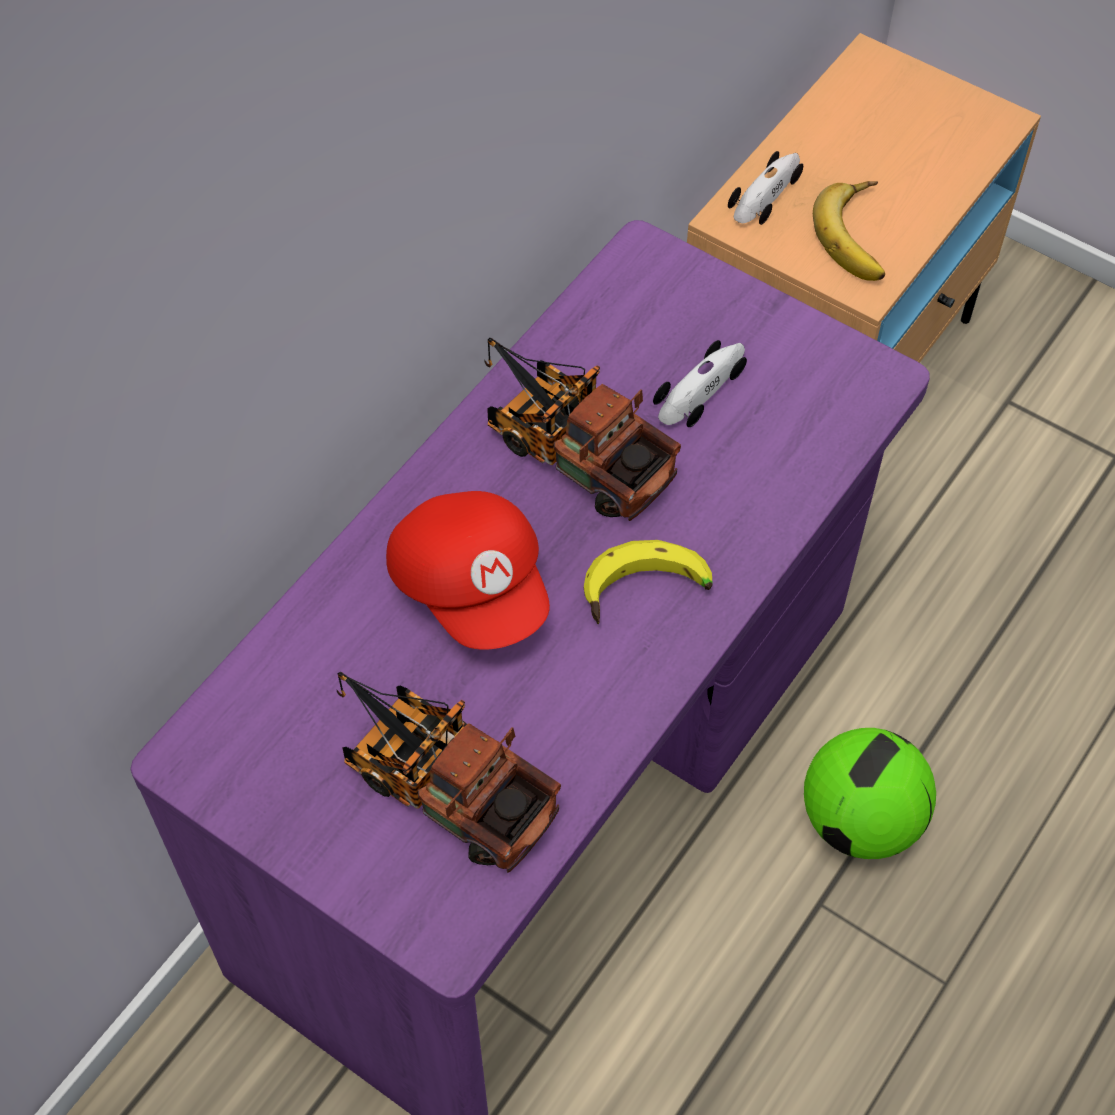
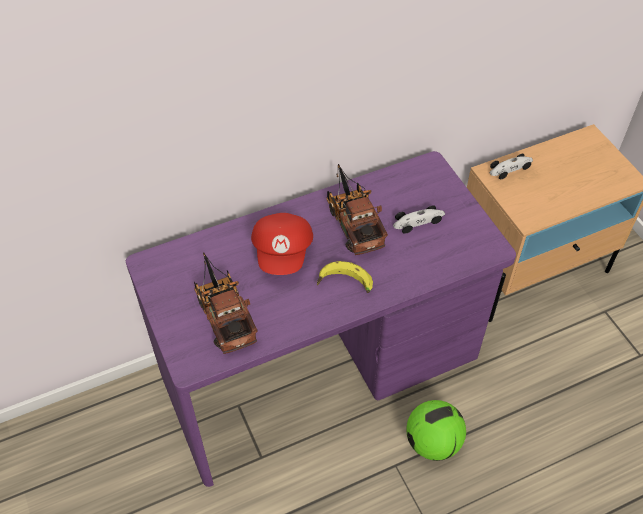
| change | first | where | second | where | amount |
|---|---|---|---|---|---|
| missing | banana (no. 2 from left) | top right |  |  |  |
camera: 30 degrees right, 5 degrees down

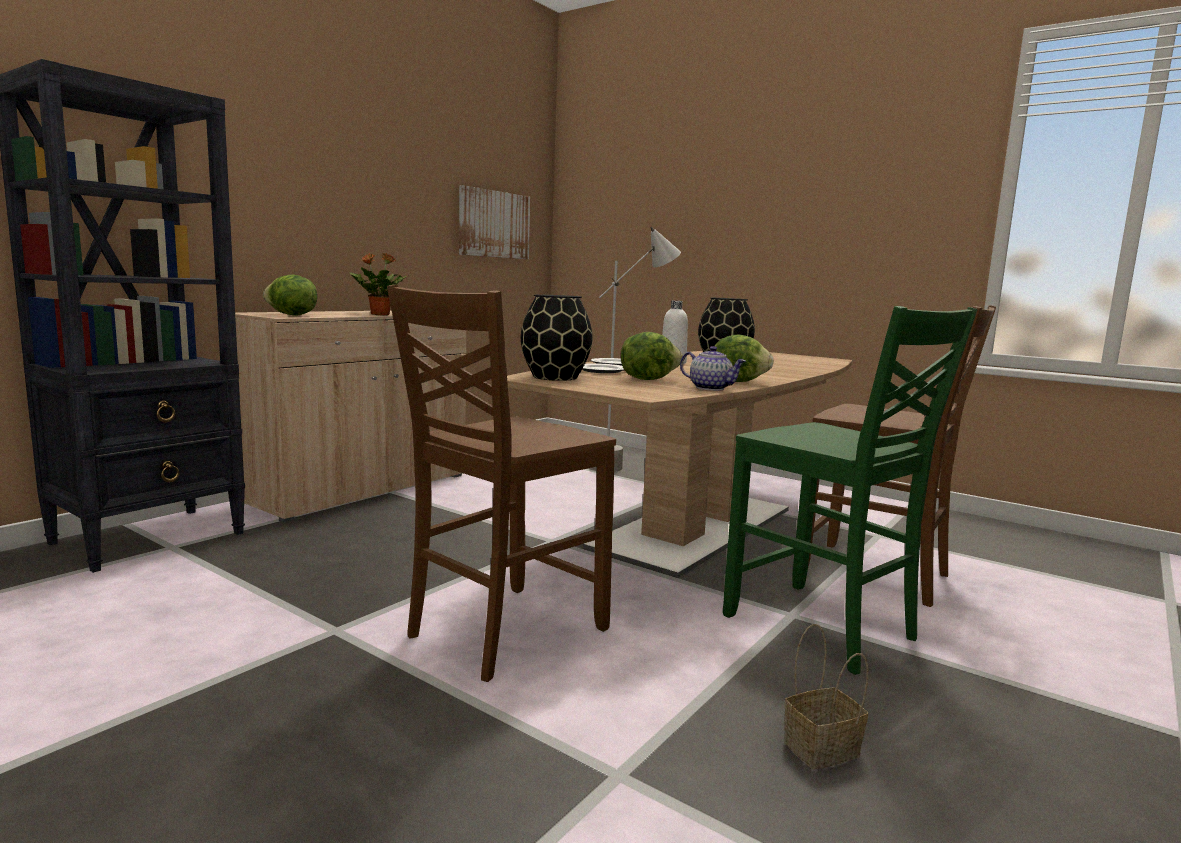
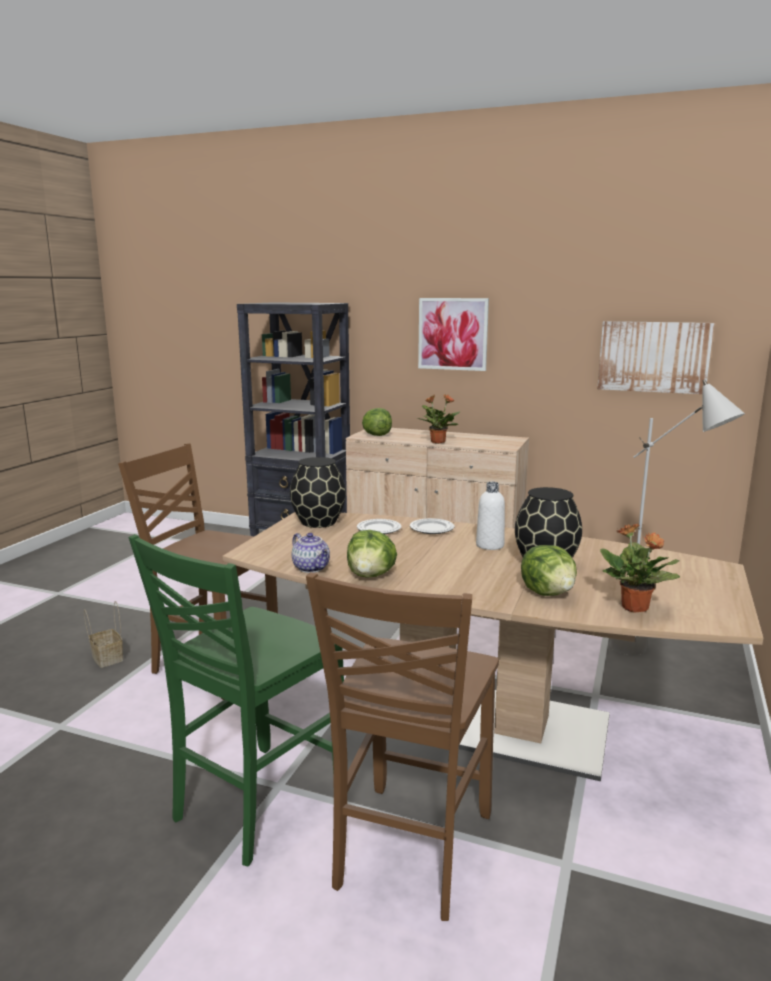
| change | first | where | second | where | amount |
|---|---|---|---|---|---|
| relocated | basket | bottom right |  | middle left |  |
| spun | teapot | centre |  | centre | 60 degrees counterclockwise |
| appeared |  |  | picture (no. 1 from left) | centre |  |
| relocated | lettuce (no. 2 from left in the first image) | centre | lettuce (no. 3 from left) | middle right |  |
| appeared |  |  | potted plant (no. 2 from left) | middle right |  |
camera: 75 degrees right, 5 degrees up

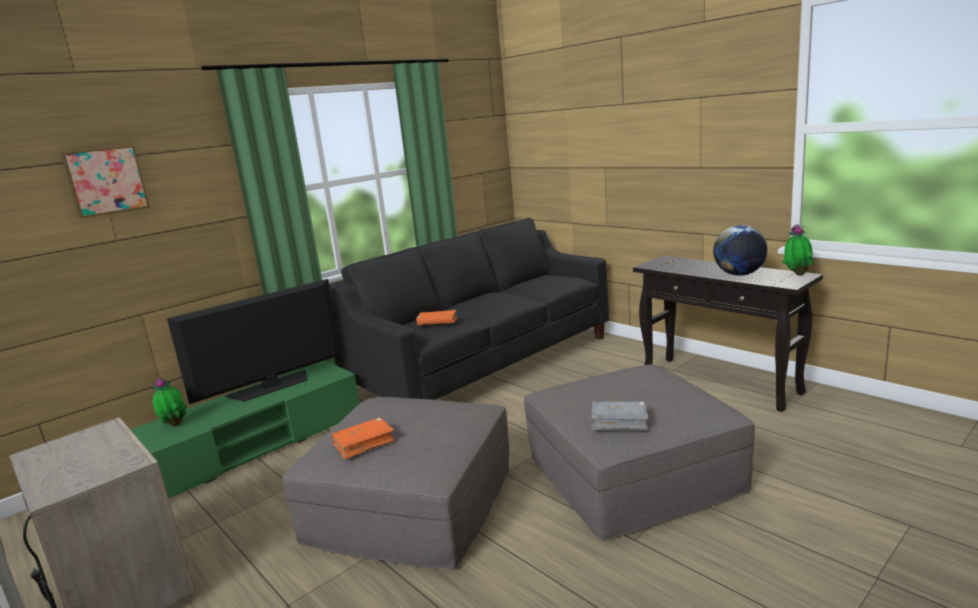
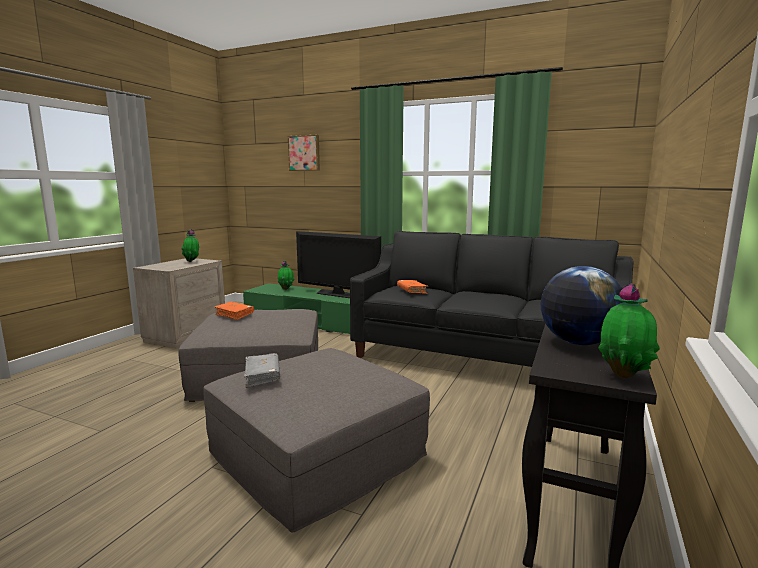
| change | first | where | second | where | amount |
|---|---|---|---|---|---|
| appeared |  |  | potted plant (no. 1 from left) | middle left |  |
camera: 65 degrees right, 5 degrees down

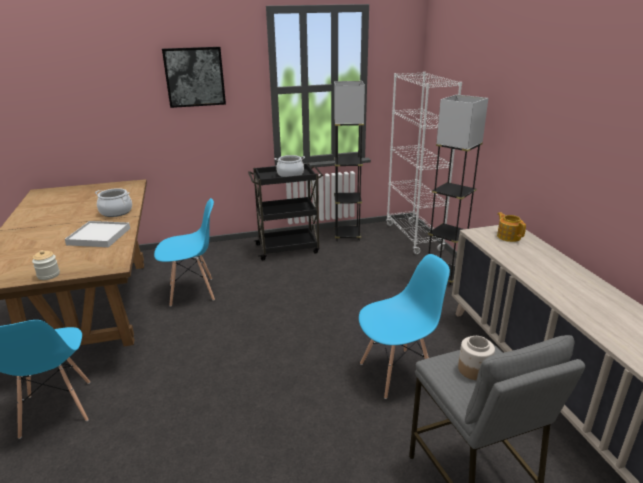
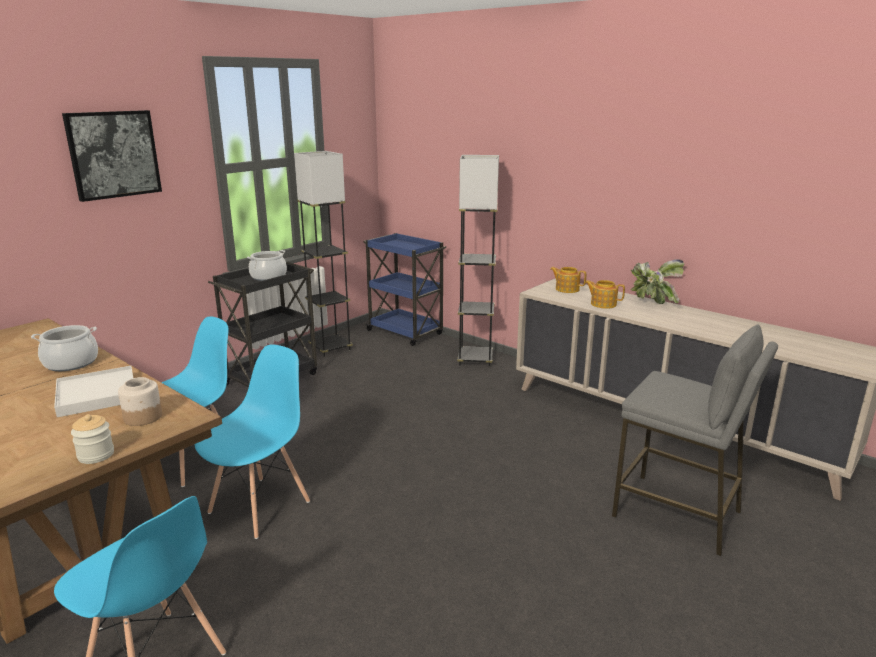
| change | first | where | second | where | amount |
|---|---|---|---|---|---|
| relocated | jar (no. 2 from left) | bottom right |  | middle left |  |
| relocated | blue chair (no. 3 from left) | bottom centre |  | bottom left |  |
| exchanged | white bookcase | centre | blue cart | centre |  |
| appeared |  |  | teapot (no. 2 from left) | middle right |  |
| appeared |  |  | potted plant | middle right |  |
camera: 35 degrees left, 5 degrees down

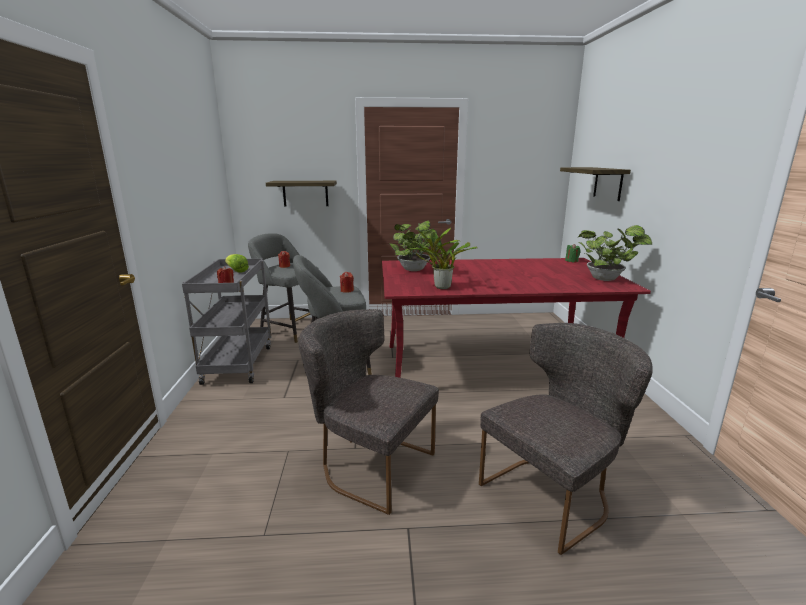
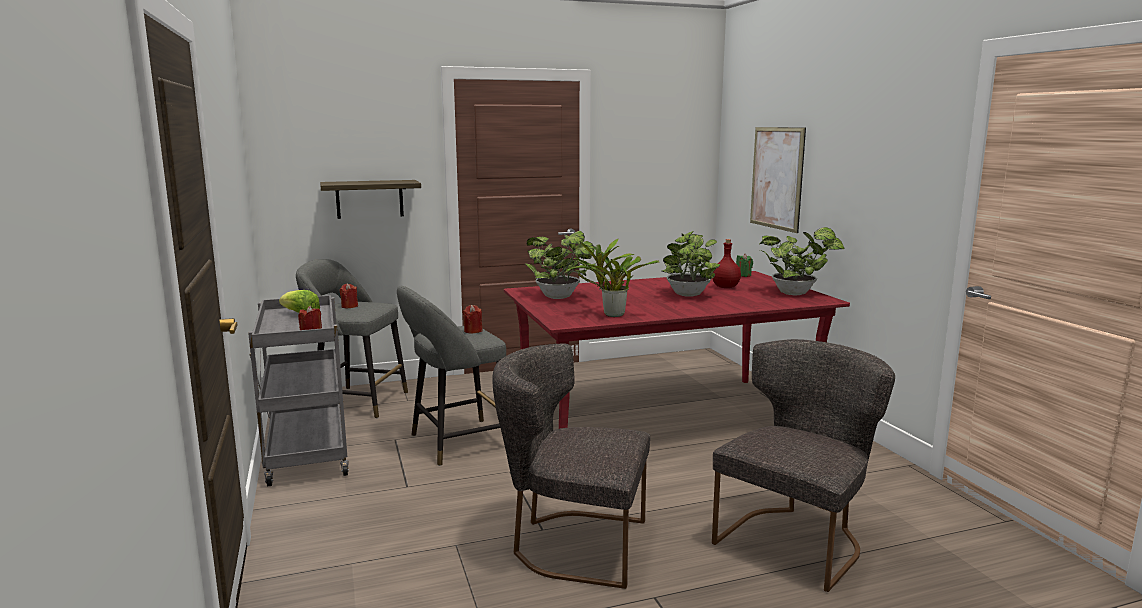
| change | first | where | second | where | amount |
|---|---|---|---|---|---|
| appeared |  |  | potted plant (no. 3 from left) | centre |  |
| appeared |  |  | red bottle | centre |  |
| exchanged | shelf (no. 2 from left) | top right | picture | top right |  |
camera: 15 degrees left, 5 degrees down

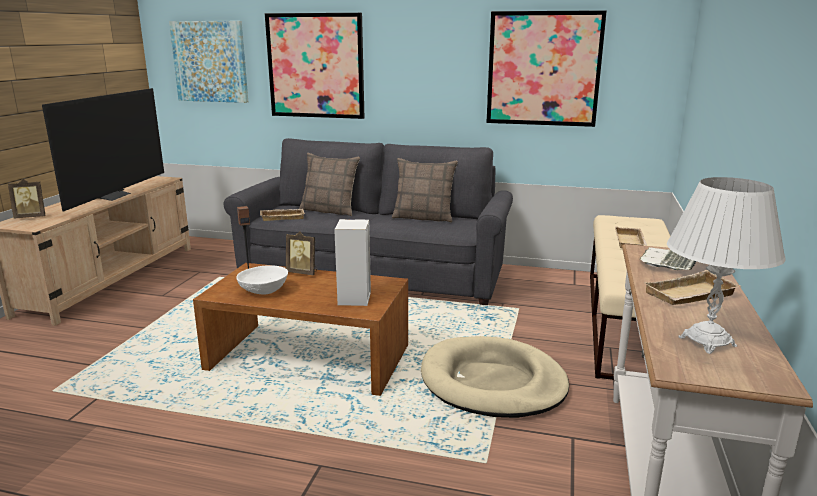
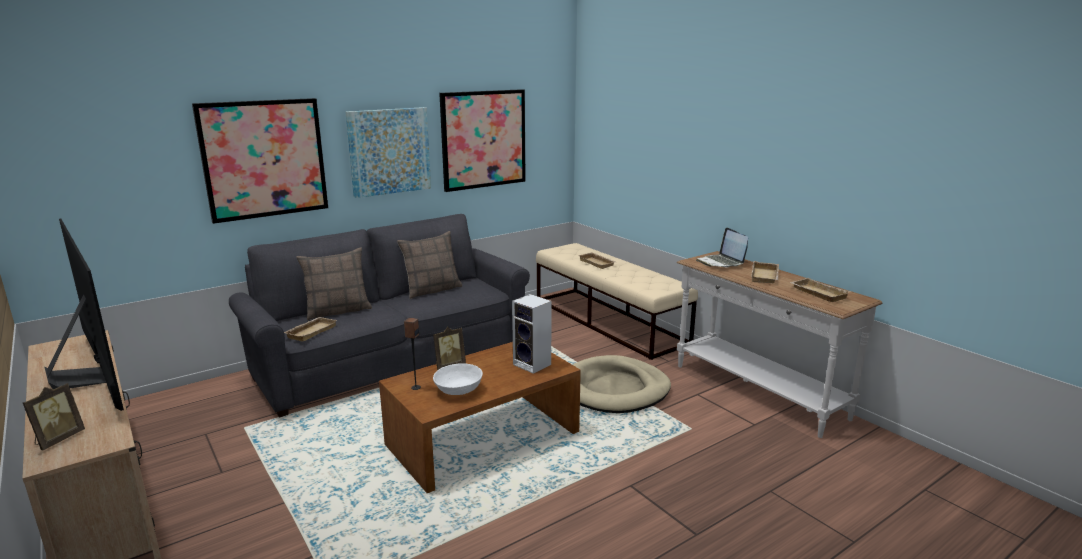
| change | first | where | second | where | amount |
|---|---|---|---|---|---|
| relocated | picture (no. 1 from left in the first image) | top left | picture (no. 2 from left) | top centre |  |
| exchanged | white table lamp | middle right | beige tray (no. 4 from left) | middle right |  |
camera: 50 degrees left, 0 degrees up

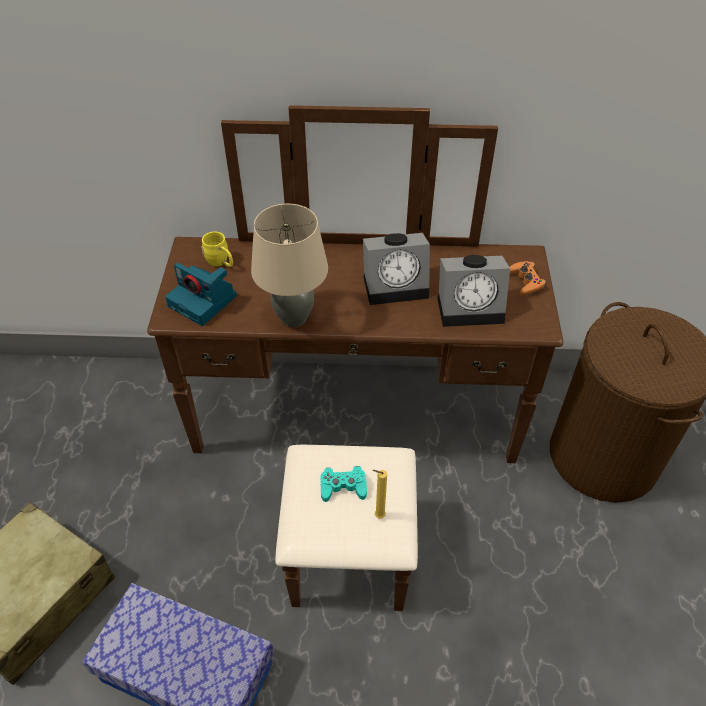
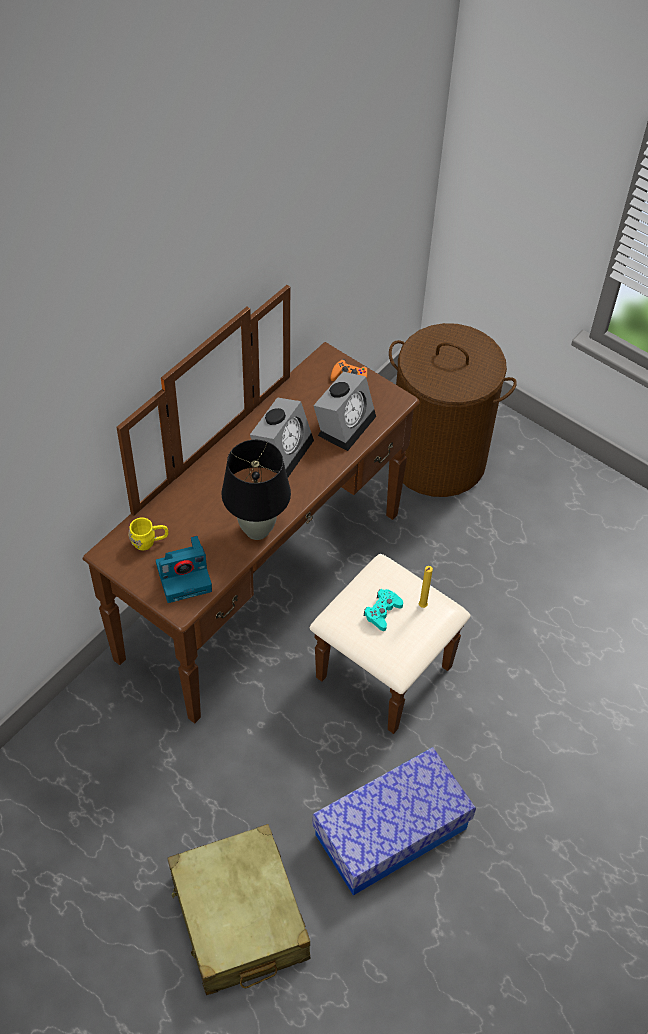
| change | first | where | second | where | amount |
|---|---|---|---|---|---|
| colour | beige table lamp | centre | black table lamp | centre |  |
camera: 55 degrees left, 5 degrees up

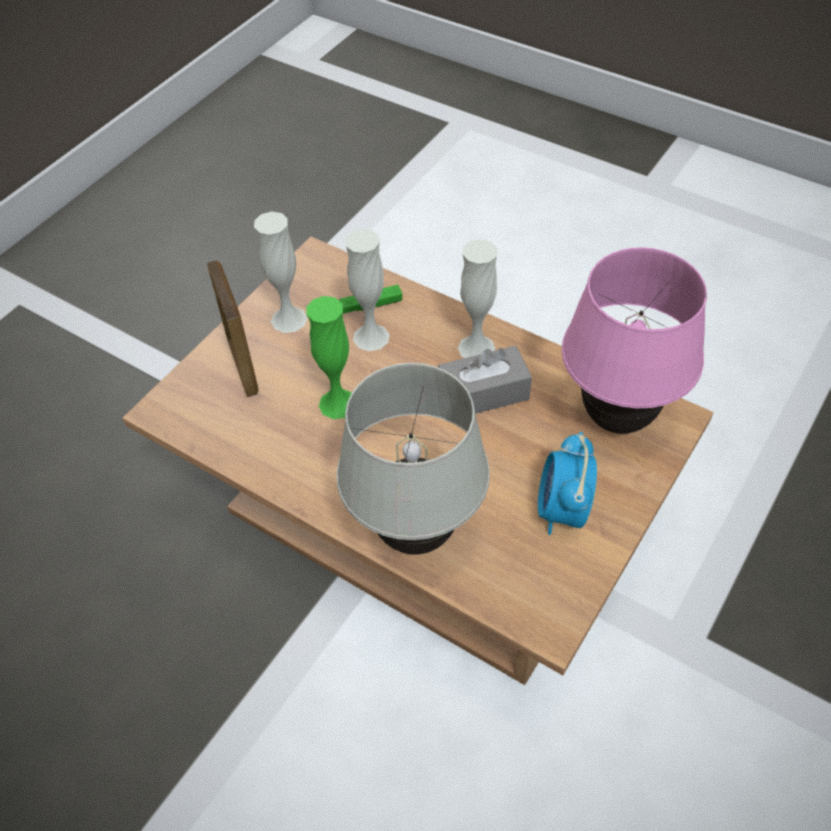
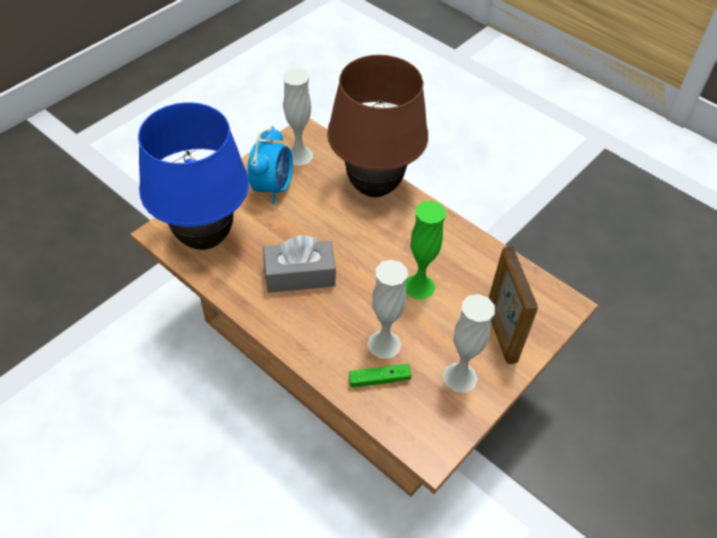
| change | first | where | second | where | amount |
|---|---|---|---|---|---|
| colour | pink table lamp | middle right | blue table lamp | top left |  |
| relocated | white vase (no. 3 from left in the first image) | centre | white vase (no. 1 from left) | top centre |  |
| colour | white table lamp | centre | brown table lamp | top centre |  |
camera: 175 degrees left, 0 degrees up

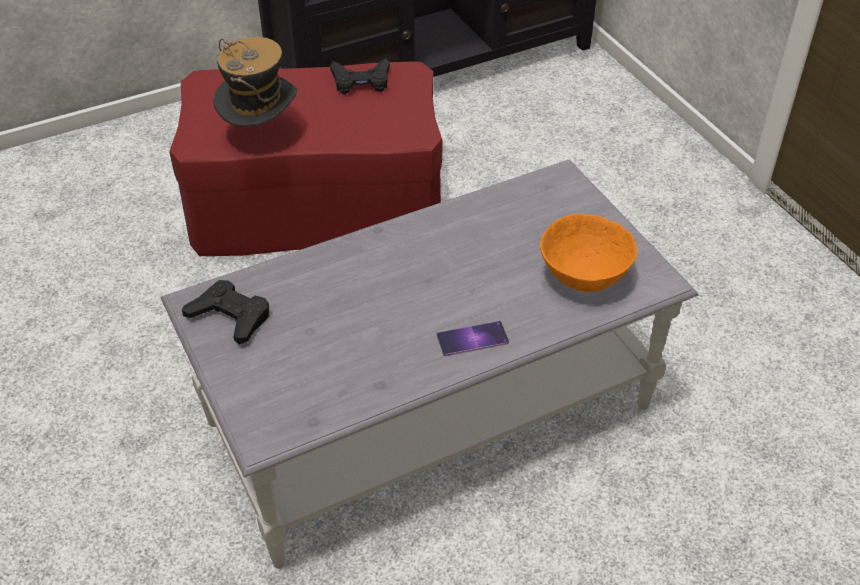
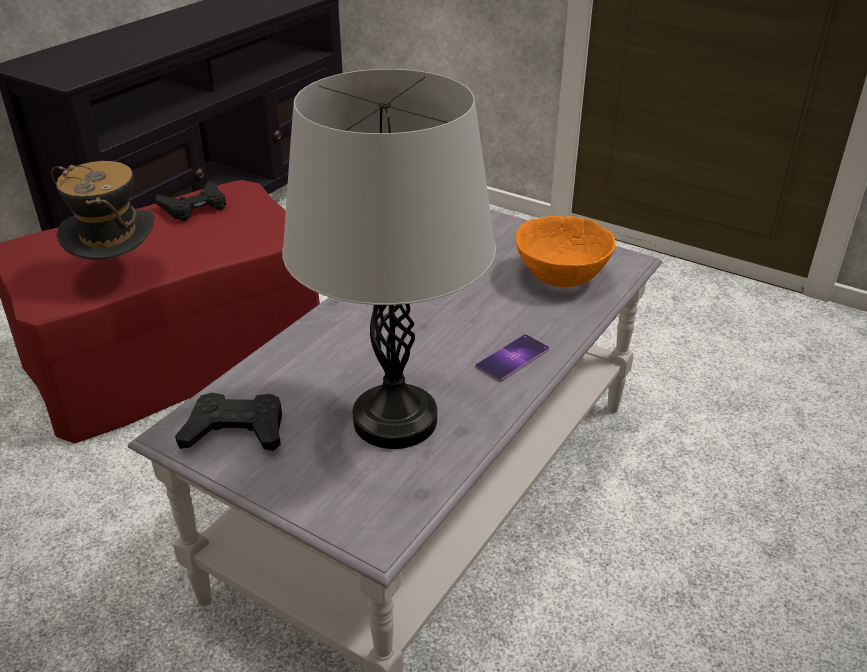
| change | first | where | second | where | amount |
|---|---|---|---|---|---|
| appeared |  |  | grey table lamp | centre |  |
camera: 30 degrees left, 10 degrees down

